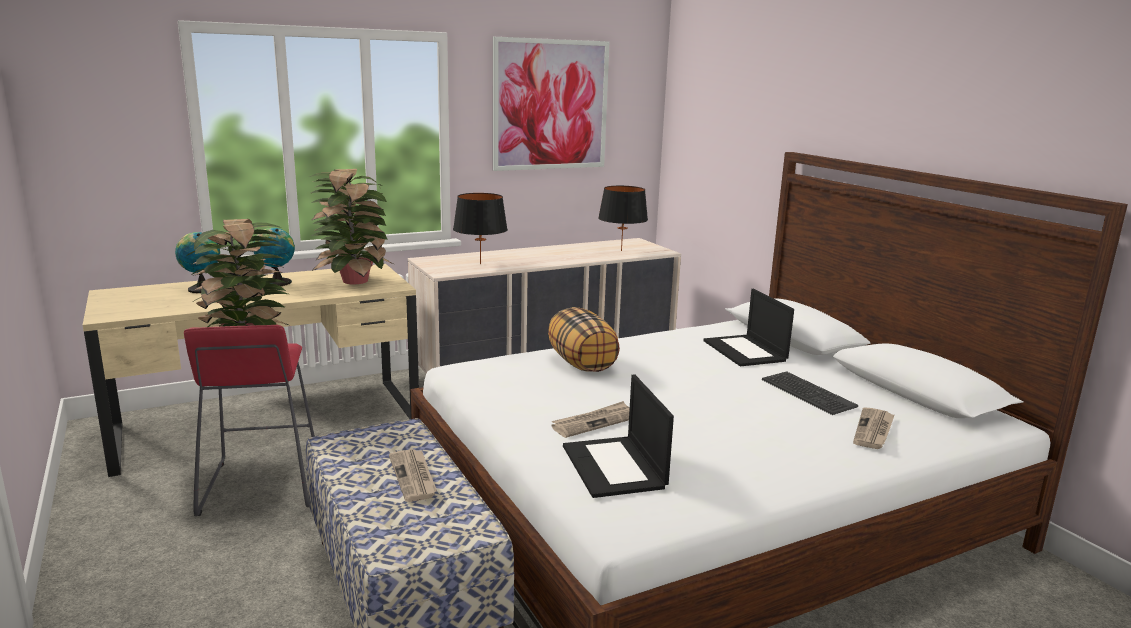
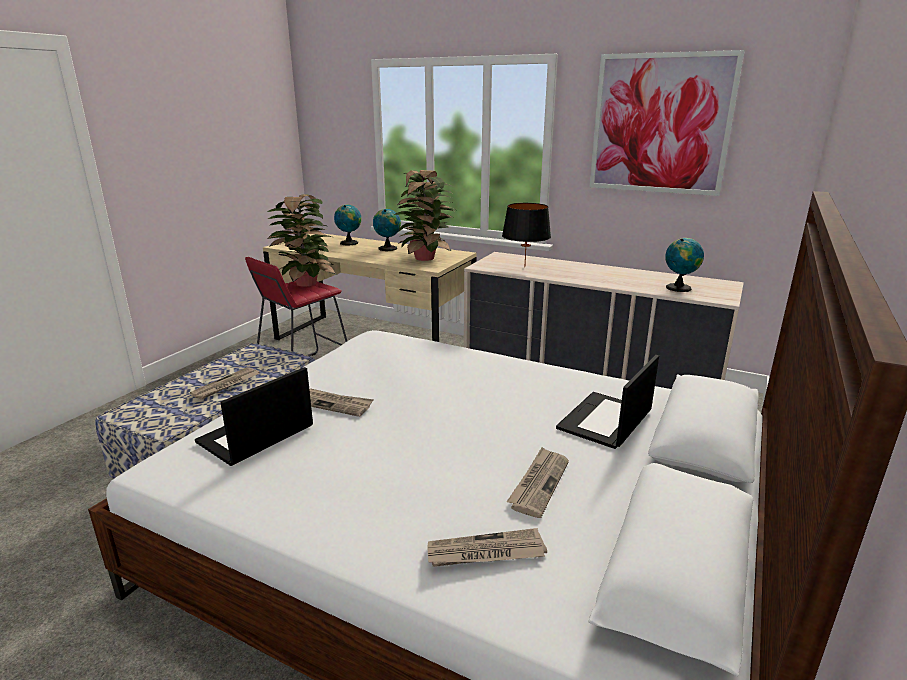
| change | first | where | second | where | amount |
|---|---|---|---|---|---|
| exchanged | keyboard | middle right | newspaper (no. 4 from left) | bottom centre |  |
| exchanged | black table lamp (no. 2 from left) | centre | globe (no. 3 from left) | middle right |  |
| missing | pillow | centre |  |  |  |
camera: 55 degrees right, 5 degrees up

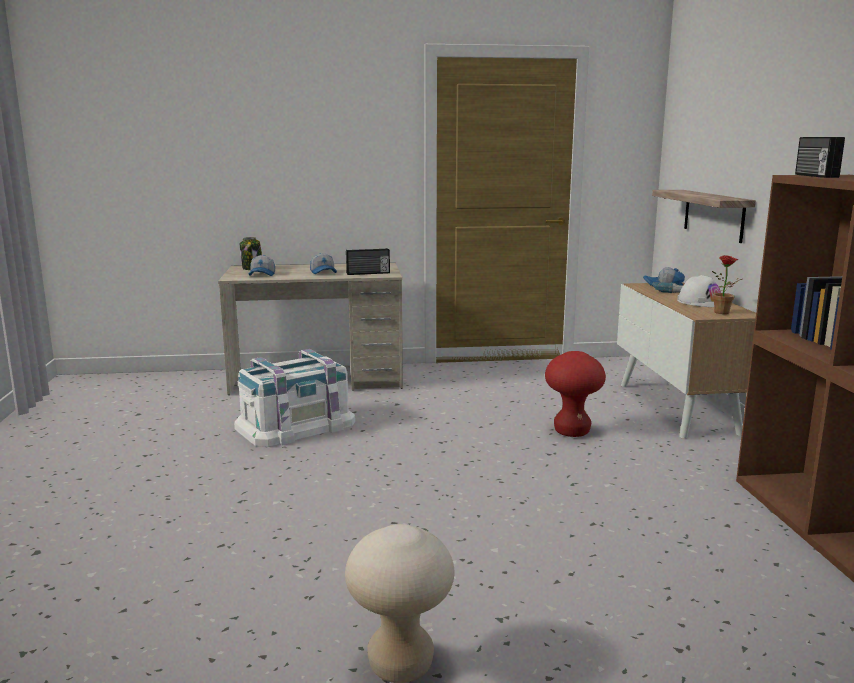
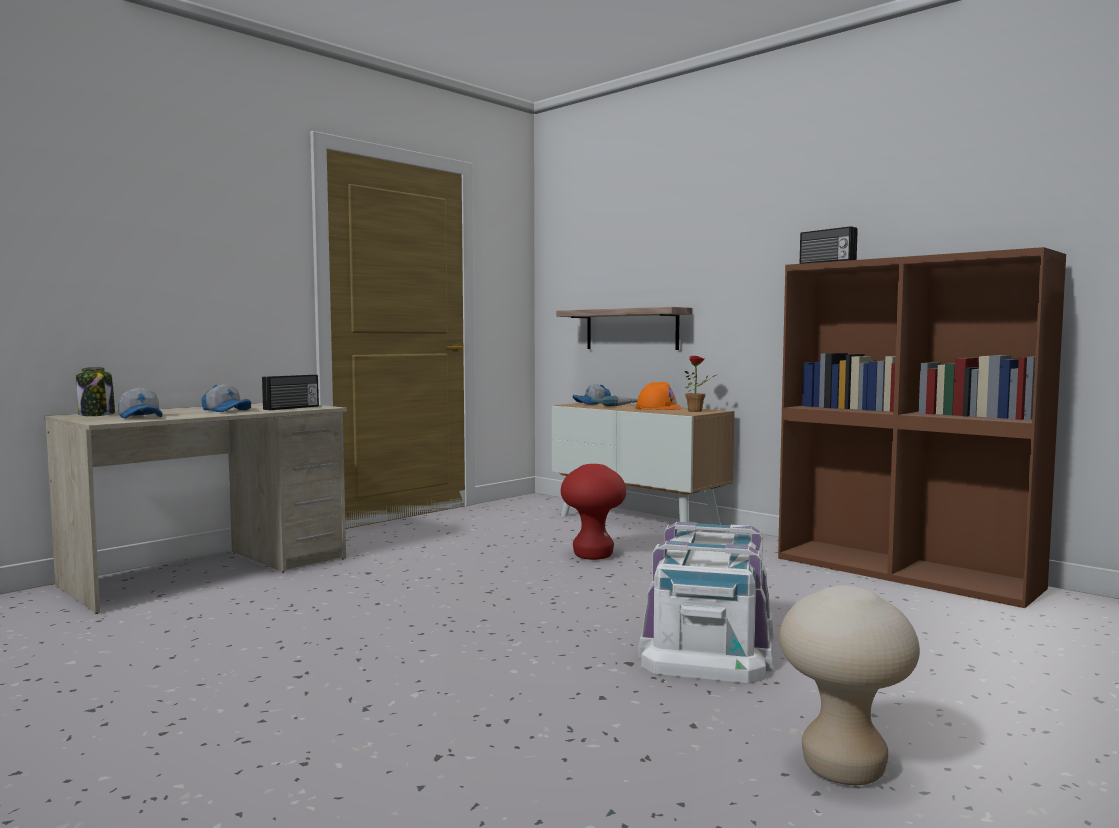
| change | first | where | second | where | amount |
|---|---|---|---|---|---|
| colour | white hard hat | middle right | orange hard hat | centre |  |
| relocated | white storage box | centre |  | bottom centre |  |
camera: 40 degrees left, 10 degrees down

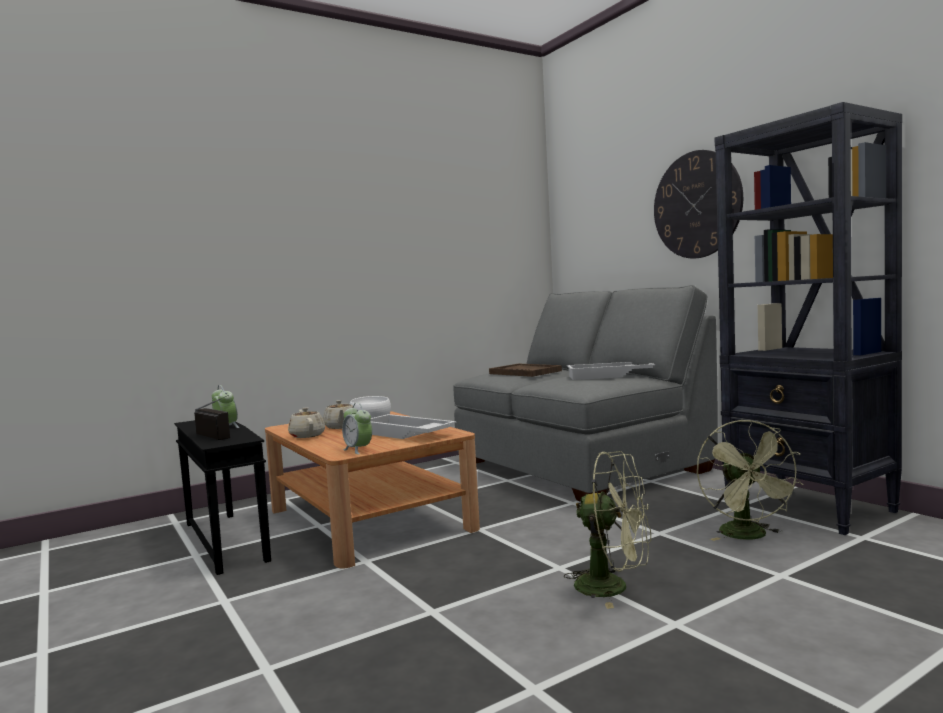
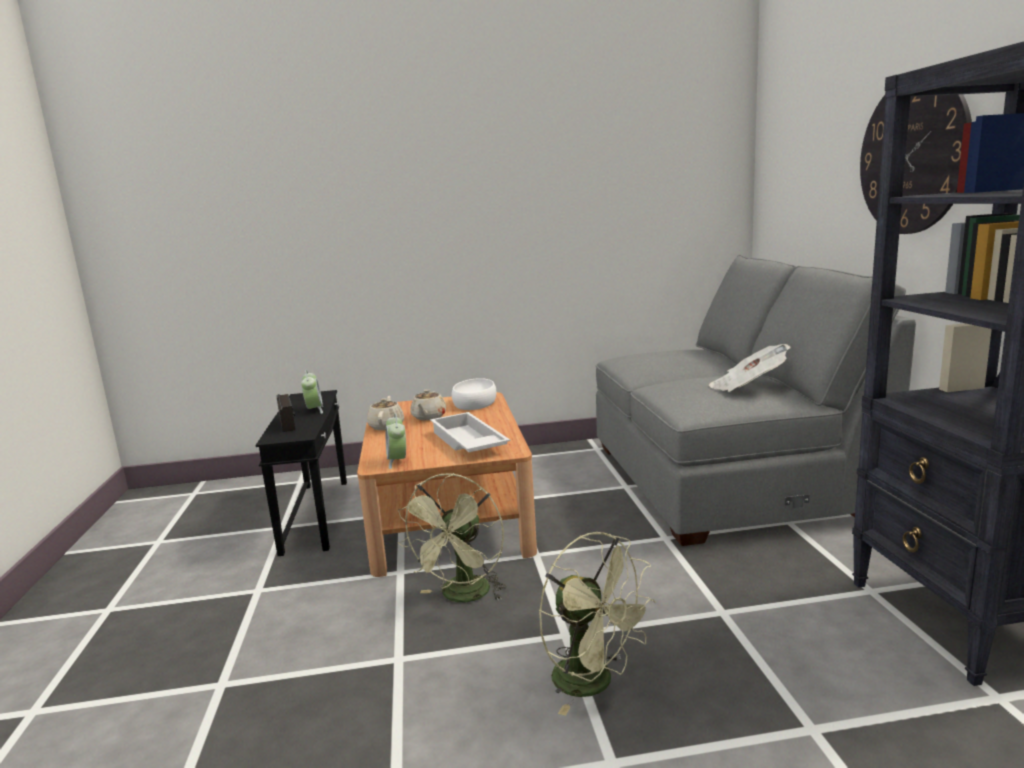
| change | first | where | second | where | amount |
|---|---|---|---|---|---|
| relocated | green fan (no. 2 from left in the first image) | bottom right | green fan (no. 1 from left) | bottom centre |  |
| exchanged | white tray (no. 2 from left) | centre | newspaper | middle right |  |
| missing | brown tray | centre |  |  |  |
camera: 25 degrees right, 10 degrees up

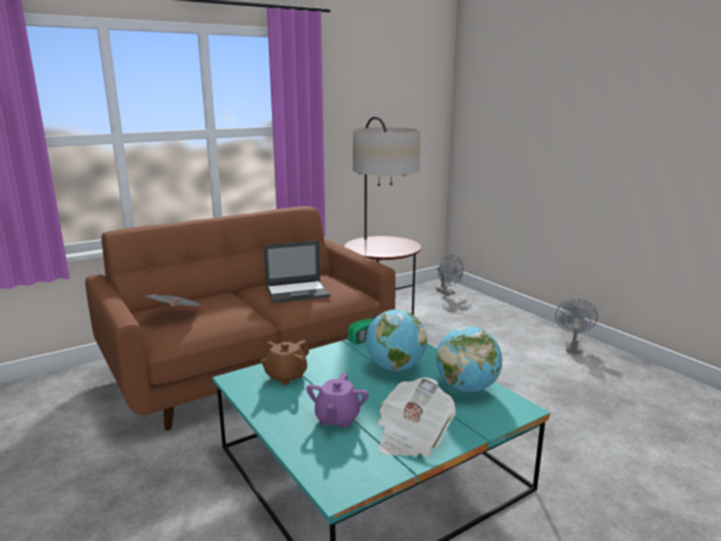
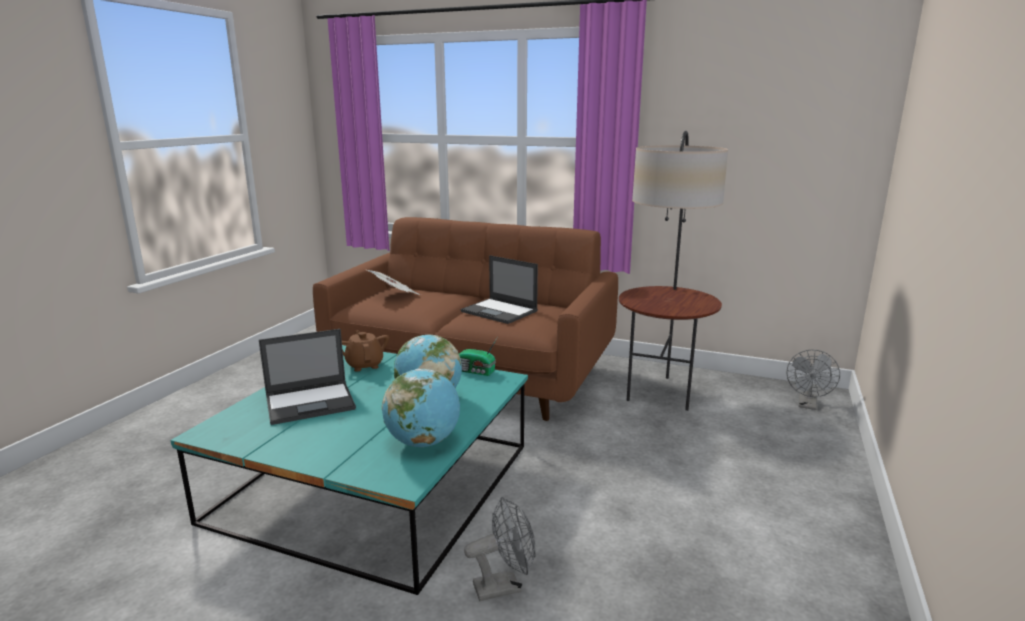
| change | first | where | second | where | amount |
|---|---|---|---|---|---|
| exchanged | purple teapot | bottom centre | laptop (no. 1 from left) | middle left |  |
| spun | brown teapot | bottom centre |  | centre | 60 degrees clockwise |
| relocated | grey fan (no. 2 from left in the first image) | middle right | grey fan (no. 1 from left) | bottom centre |  |
| missing | newspaper (no. 2 from left) | bottom centre |  |  |  |
camera: 55 degrees right, 0 degrees up

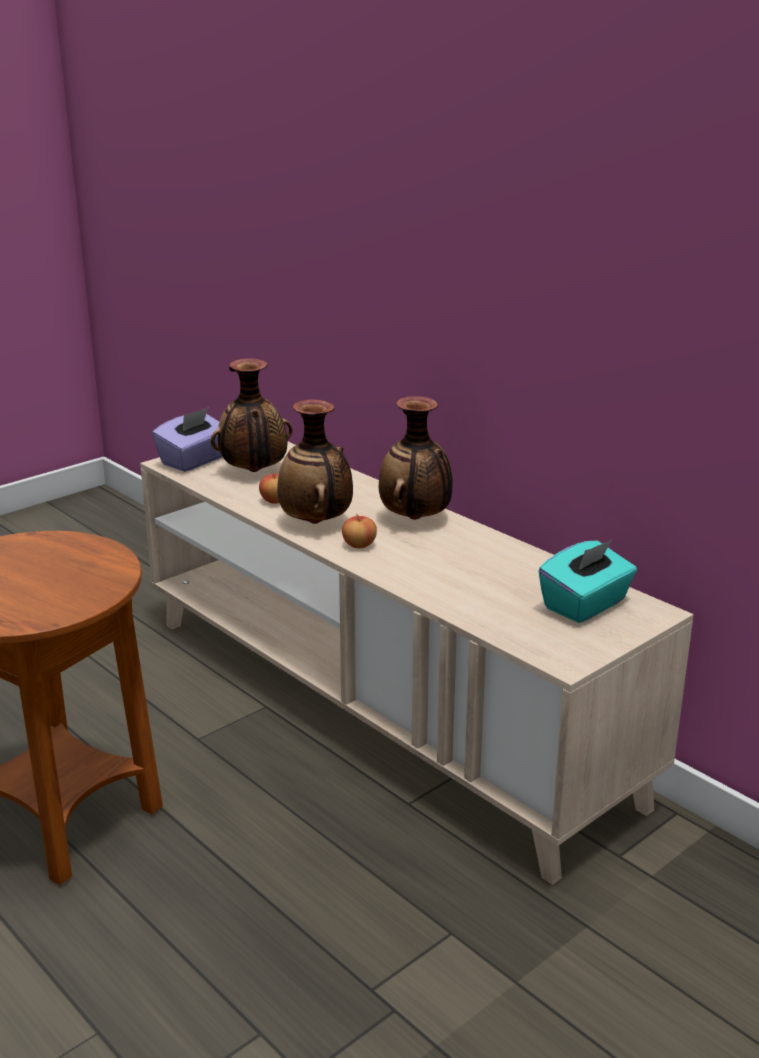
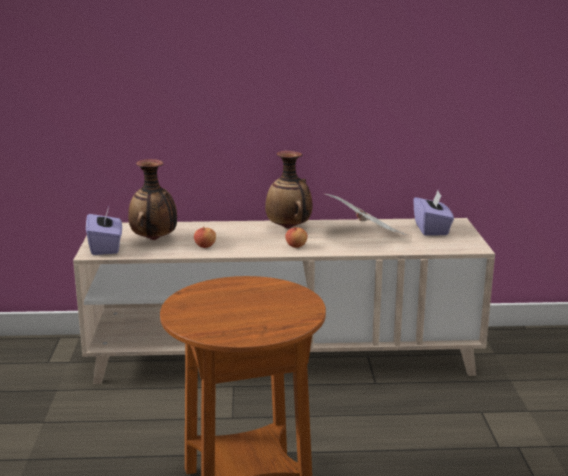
| change | first | where | second | where | amount |
|---|---|---|---|---|---|
| appeared |  |  | newspaper | centre |  |
| colour | turquoise tissue box | middle right | purple tissue box (no. 2 from left) | middle right |  |
| missing | vase (no. 2 from left) | centre |  |  |  |
camera: 50 degrees left, 5 degrees down

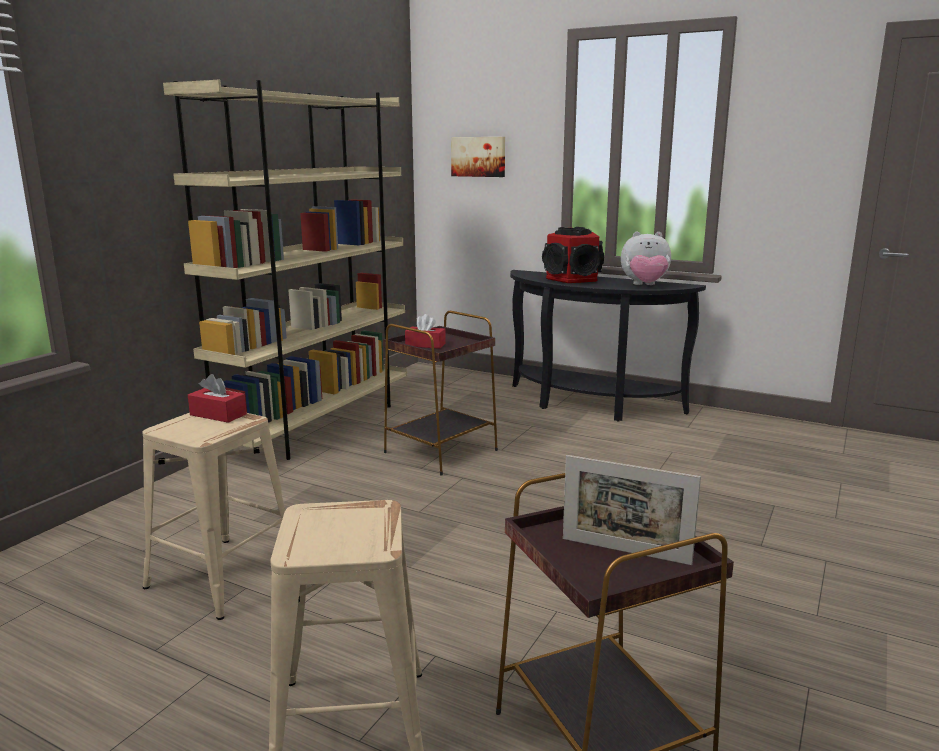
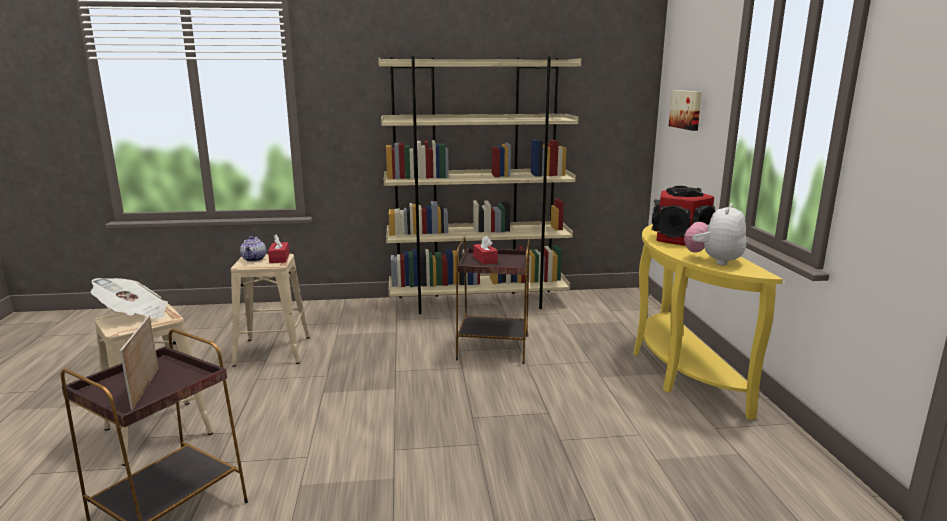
| change | first | where | second | where | amount |
|---|---|---|---|---|---|
| appeared |  |  | newspaper | middle left |  |
| appeared |  |  | teapot | middle left |  |
| colour | black console table | centre | yellow console table | middle right |  |
| spun | plush toy | middle right |  | middle right | 60 degrees clockwise |
camera: 55 degrees right, 0 degrees up

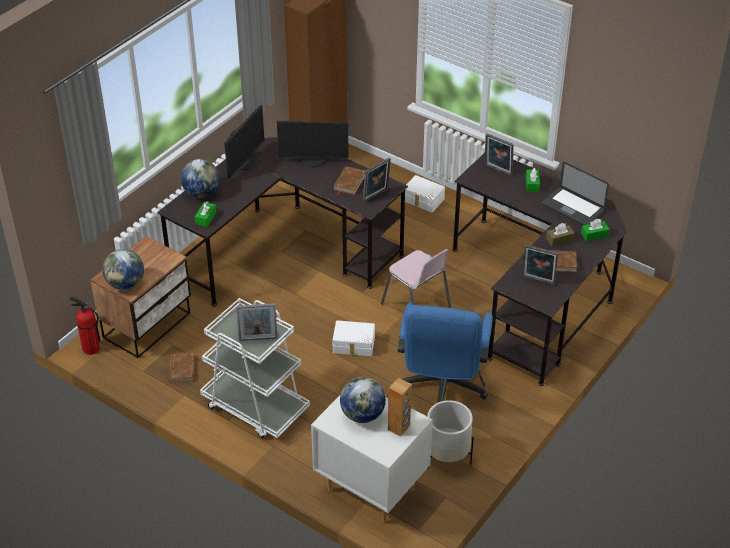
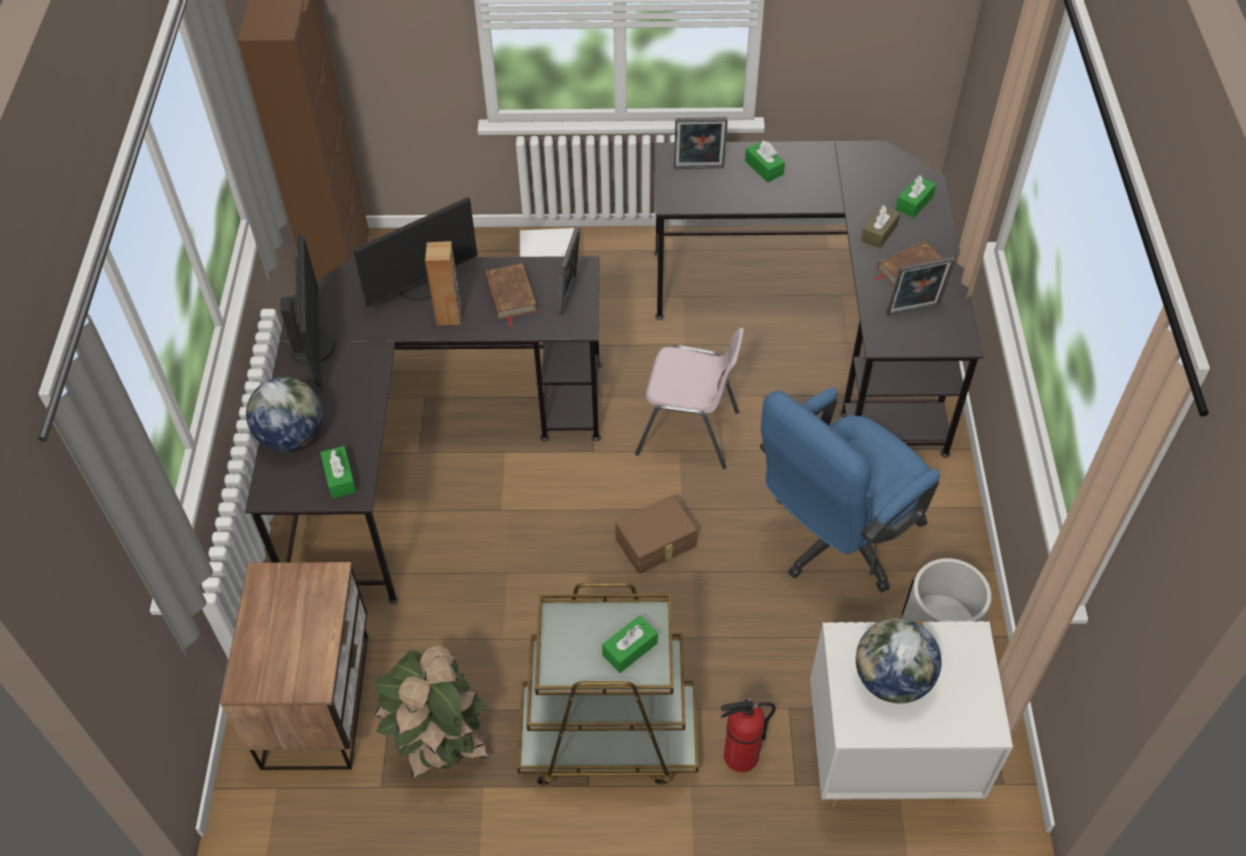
| change | first | where | second | where | amount |
|---|---|---|---|---|---|
| exchanged | brown book (no. 1 from left) | bottom left | potted plant | bottom centre |  |
| relocated | brown speaker | bottom centre |  | top centre |  |
| colour | white cart | bottom centre | brown cart | bottom centre |  |
| exchanged | picture frame (no. 1 from left) | centre | green tissue box (no. 2 from left) | bottom centre |  |
| colour | white storage box (no. 1 from left) | centre | brown storage box | centre |  |
| relocated | fire extinguisher | middle left |  | bottom centre |  |
| spun | blue office chair | centre |  | middle right | 75 degrees clockwise |
| missing | globe (no. 1 from left) | middle left |  |  |  |
| missing | laptop | middle right |  |  |  |
camera: 35 degrees left, 10 degrees up

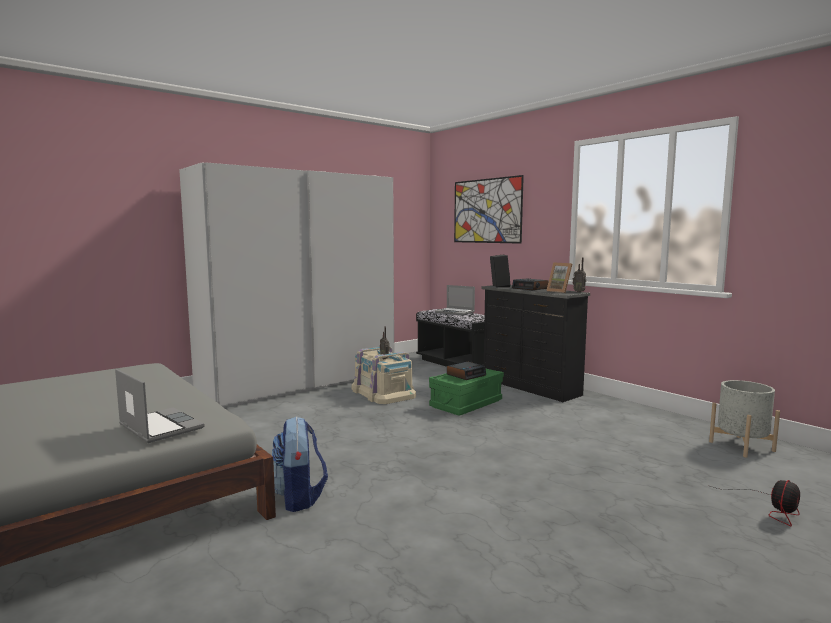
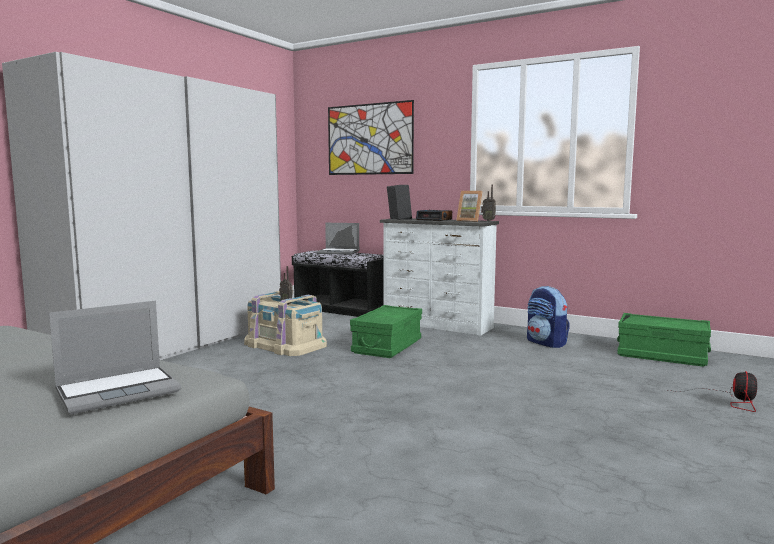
| change | first | where | second | where | amount |
|---|---|---|---|---|---|
| spun | laptop (no. 1 from left) | middle left |  | middle left | 120 degrees clockwise |
| colour | black dresser | centre | white dresser | centre |  |
| relocated | backpack | bottom centre |  | middle right |  |
| exchanged | grey planter | bottom right | green storage box (no. 2 from left) | middle right |  |
| missing | alarm clock (no. 1 from left) | centre |  |  |  |
camera: 20 degrees left, 0 degrees up

